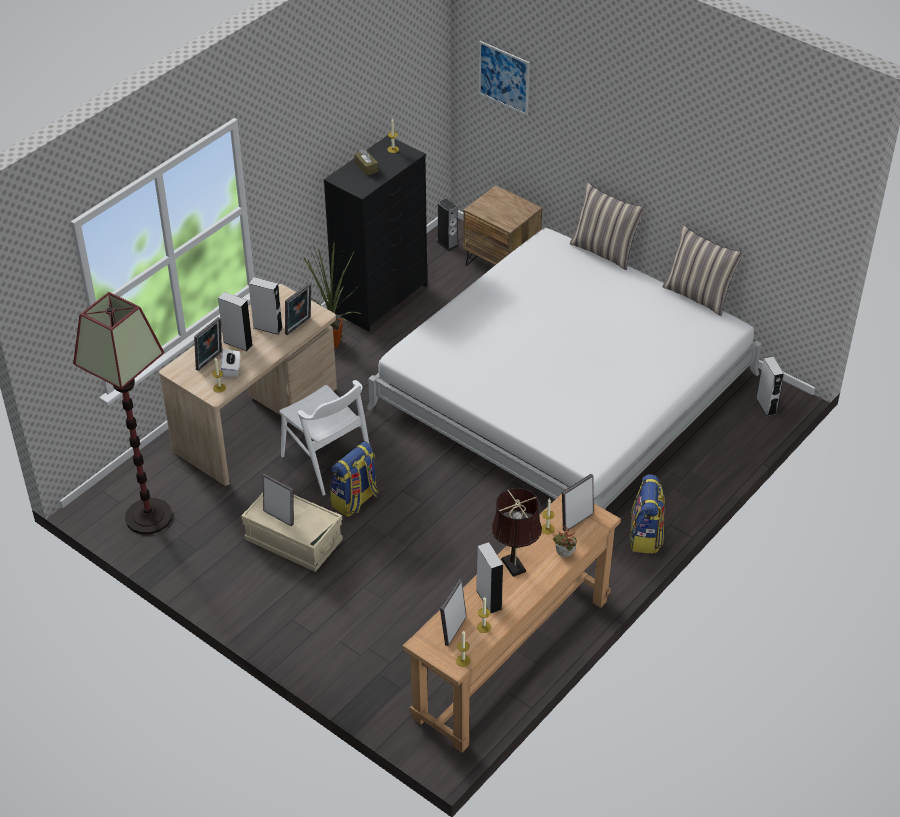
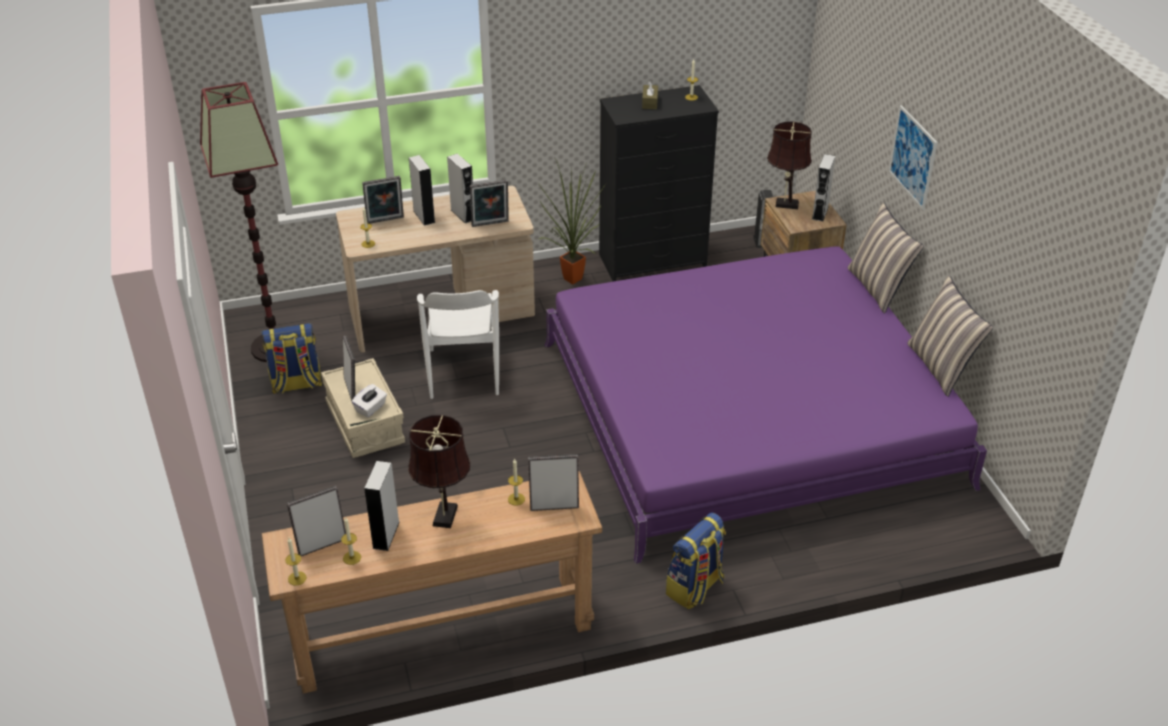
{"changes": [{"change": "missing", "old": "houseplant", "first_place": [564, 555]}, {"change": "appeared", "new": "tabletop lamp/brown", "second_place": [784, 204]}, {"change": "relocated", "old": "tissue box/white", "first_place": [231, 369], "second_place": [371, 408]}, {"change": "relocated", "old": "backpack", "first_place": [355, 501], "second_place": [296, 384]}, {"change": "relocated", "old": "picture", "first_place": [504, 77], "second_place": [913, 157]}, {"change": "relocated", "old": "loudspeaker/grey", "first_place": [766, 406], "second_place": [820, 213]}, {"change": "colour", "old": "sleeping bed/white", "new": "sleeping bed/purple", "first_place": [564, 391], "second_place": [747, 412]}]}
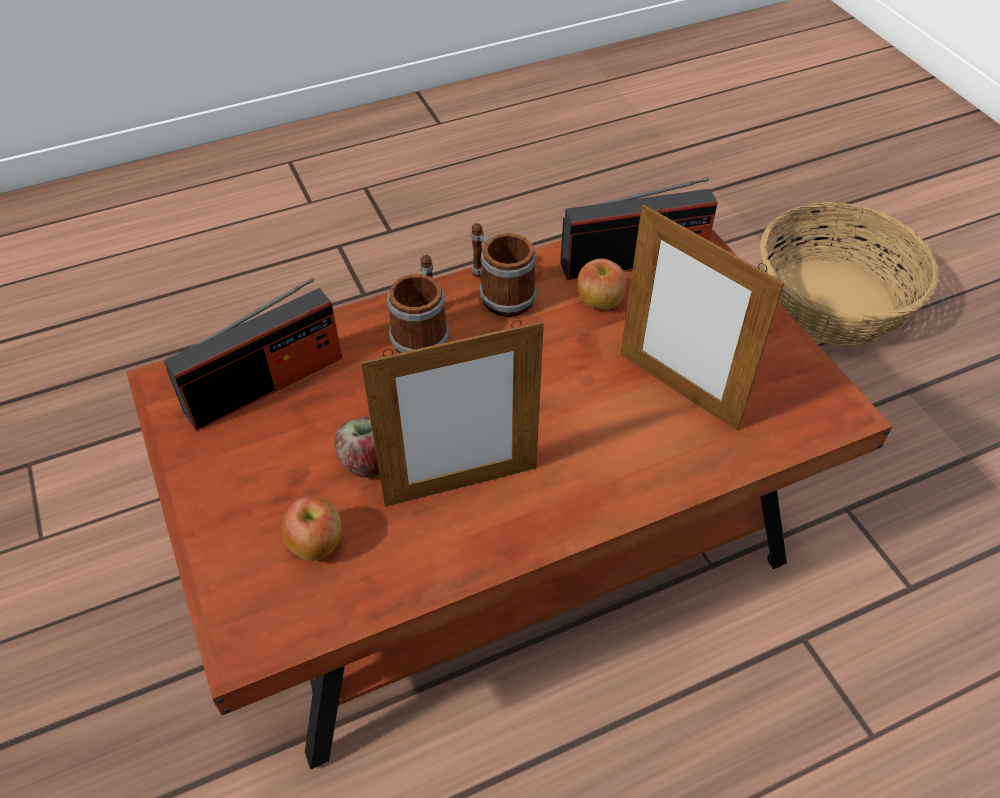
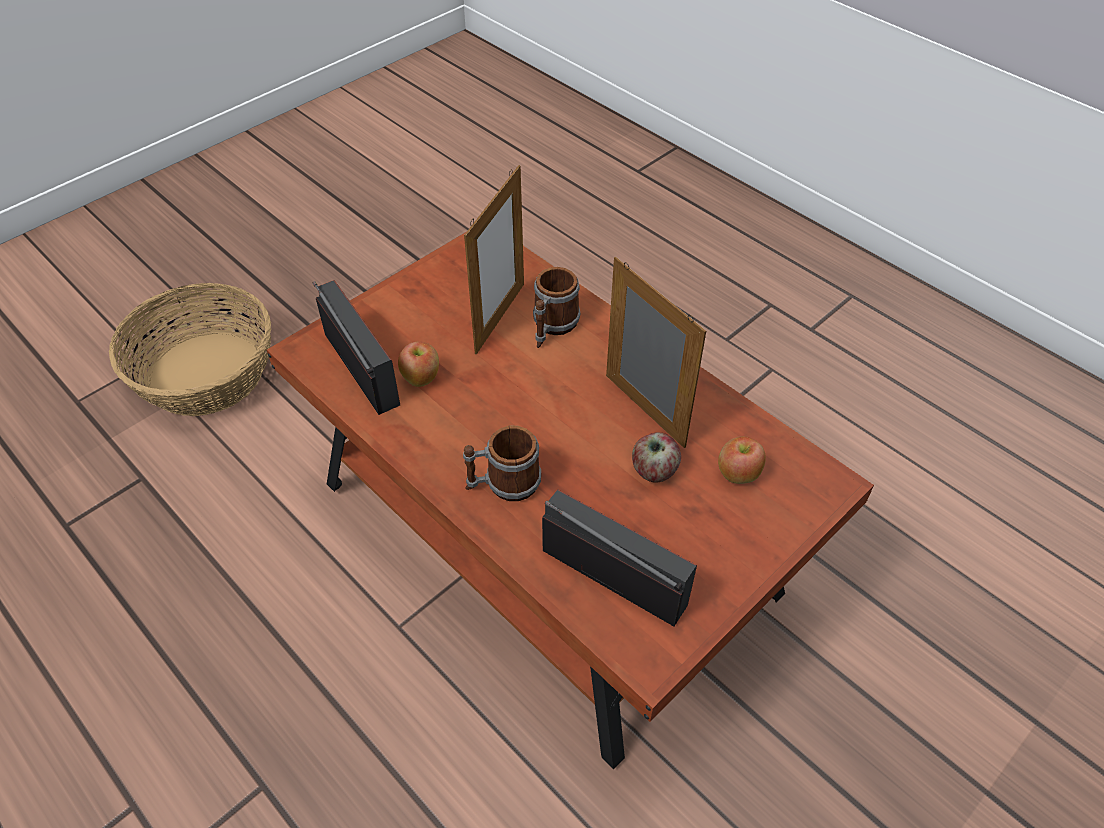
{"changes": [{"change": "relocated", "old": "tea mug", "first_place": [500, 294], "second_place": [552, 327]}]}
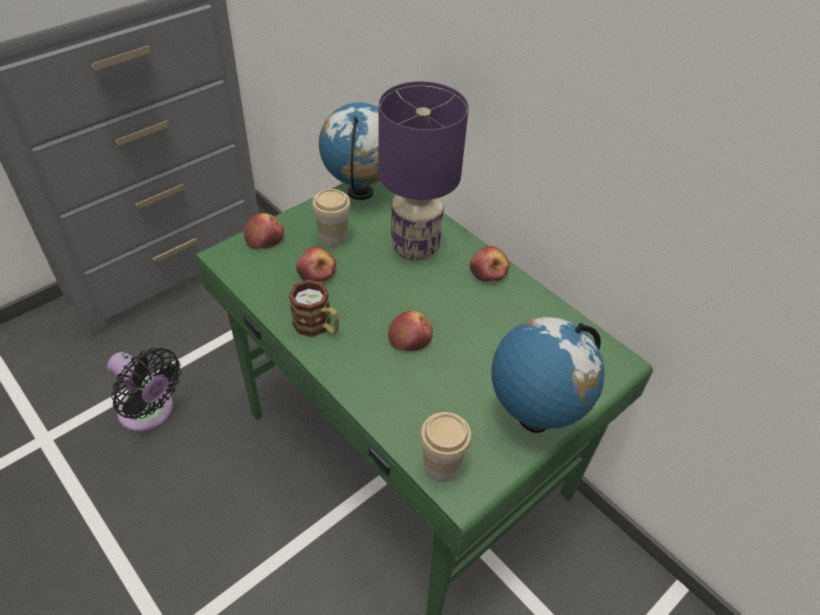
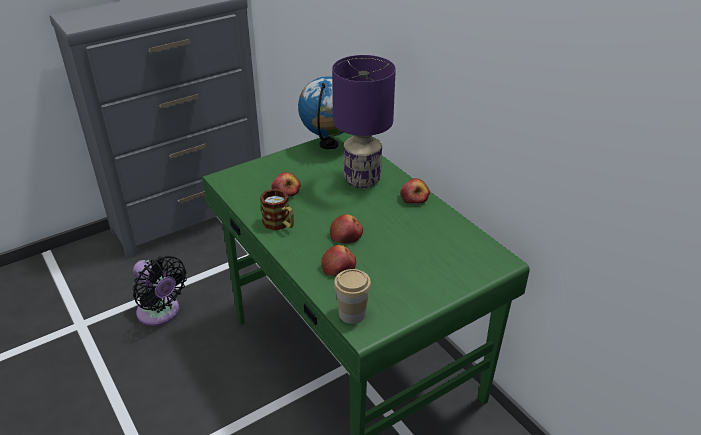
{"changes": [{"change": "missing", "old": "cup", "first_place": [333, 237]}, {"change": "missing", "old": "globe", "first_place": [533, 418]}, {"change": "relocated", "old": "apple", "first_place": [265, 238], "second_place": [339, 267]}]}
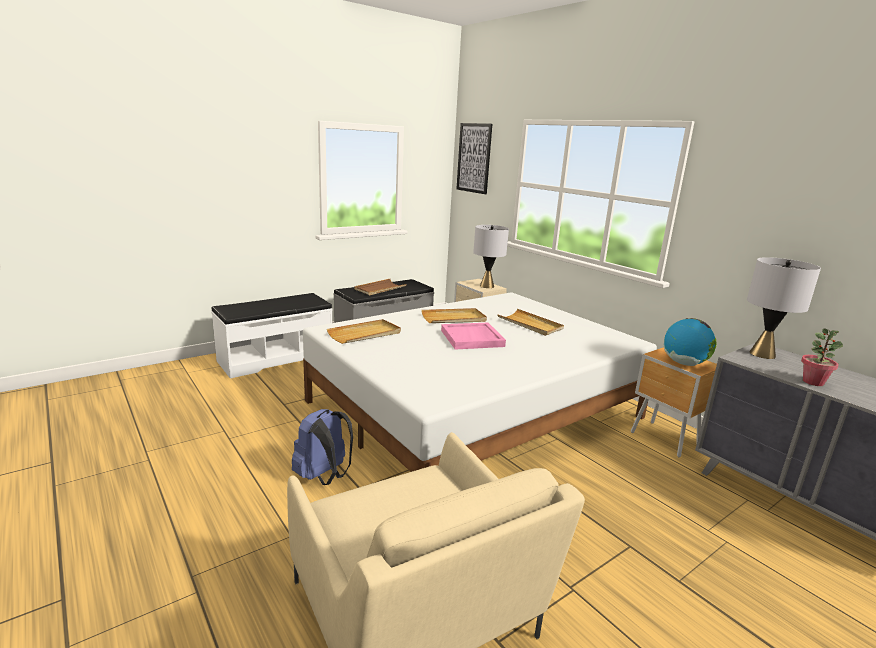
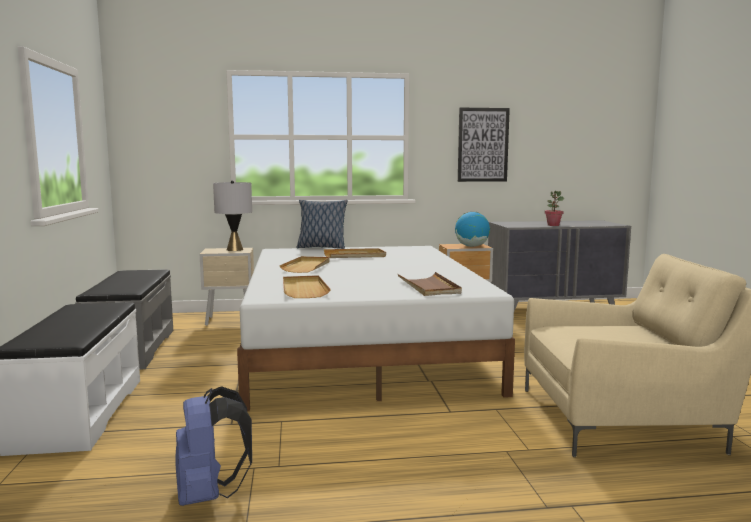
{"changes": [{"change": "missing", "old": "carrying tray/pinkish", "first_place": [472, 338]}, {"change": "missing", "old": "tabletop lamp/grey", "first_place": [762, 354]}, {"change": "appeared", "new": "cushion", "second_place": [321, 248]}, {"change": "relocated", "old": "backpack/blue", "first_place": [324, 476], "second_place": [209, 495]}, {"change": "relocated", "old": "carrying tray/brown", "first_place": [380, 289], "second_place": [429, 287]}, {"change": "relocated", "old": "picture", "first_place": [474, 158], "second_place": [483, 145]}]}
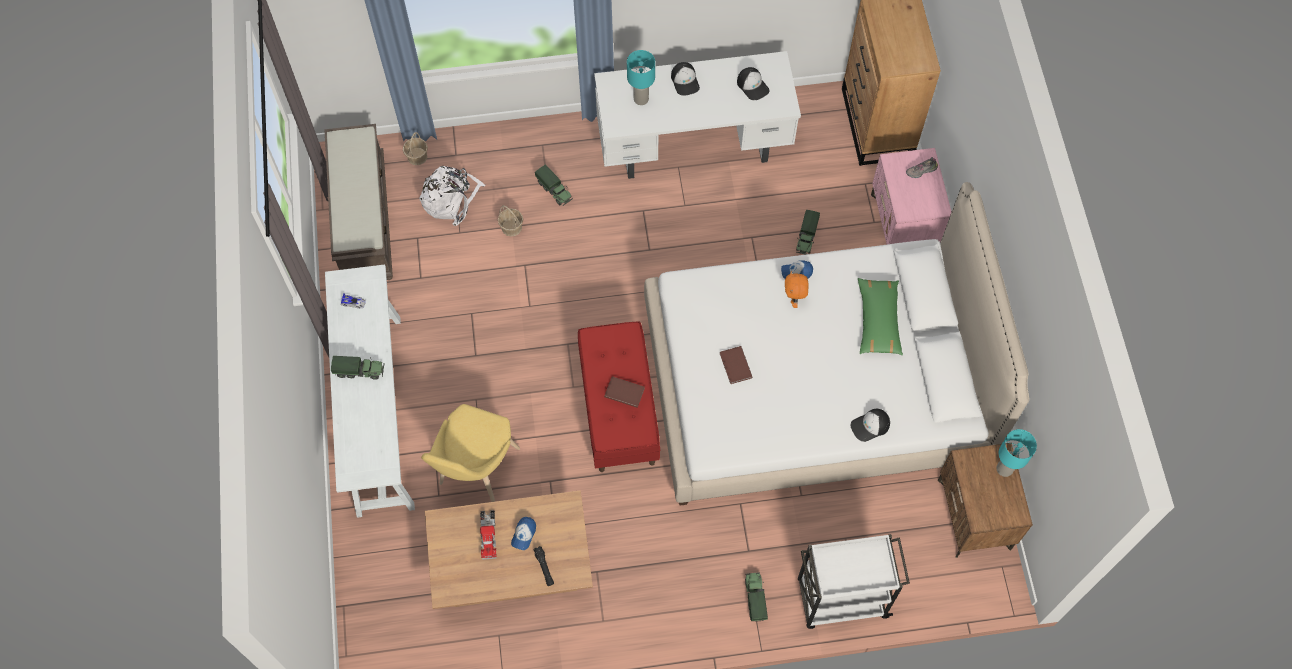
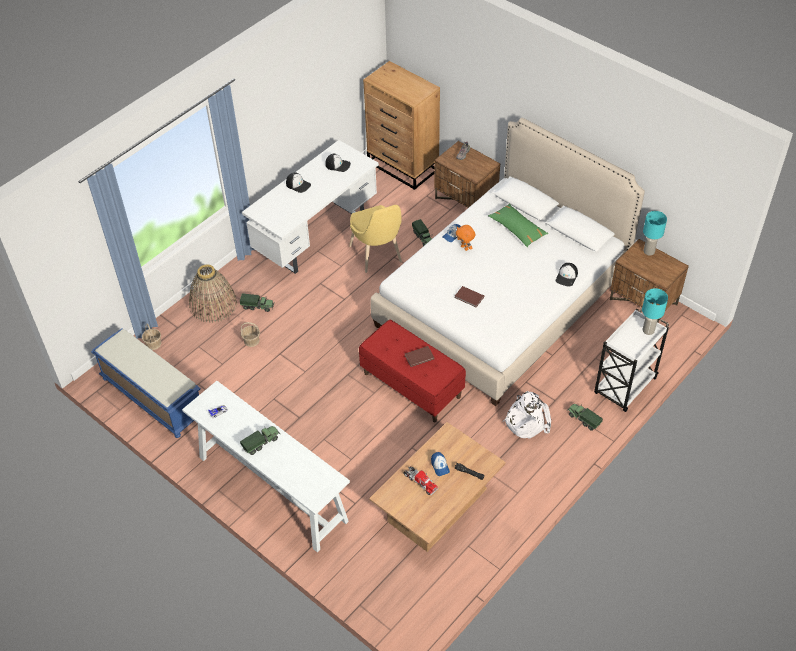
{"changes": [{"change": "appeared", "new": "basket", "second_place": [213, 304]}, {"change": "relocated", "old": "backpack/white", "first_place": [451, 199], "second_place": [526, 420]}, {"change": "relocated", "old": "upright chair/yellow-coloured", "first_place": [475, 471], "second_place": [377, 256]}, {"change": "relocated", "old": "tabletop lamp/turquoise-coloured", "first_place": [641, 99], "second_place": [648, 330]}, {"change": "colour", "old": "long seat/brown", "new": "long seat/blue", "first_place": [363, 218], "second_place": [152, 397]}, {"change": "colour", "old": "nightstand/pinkish", "new": "nightstand/brown", "first_place": [903, 224], "second_place": [466, 201]}]}
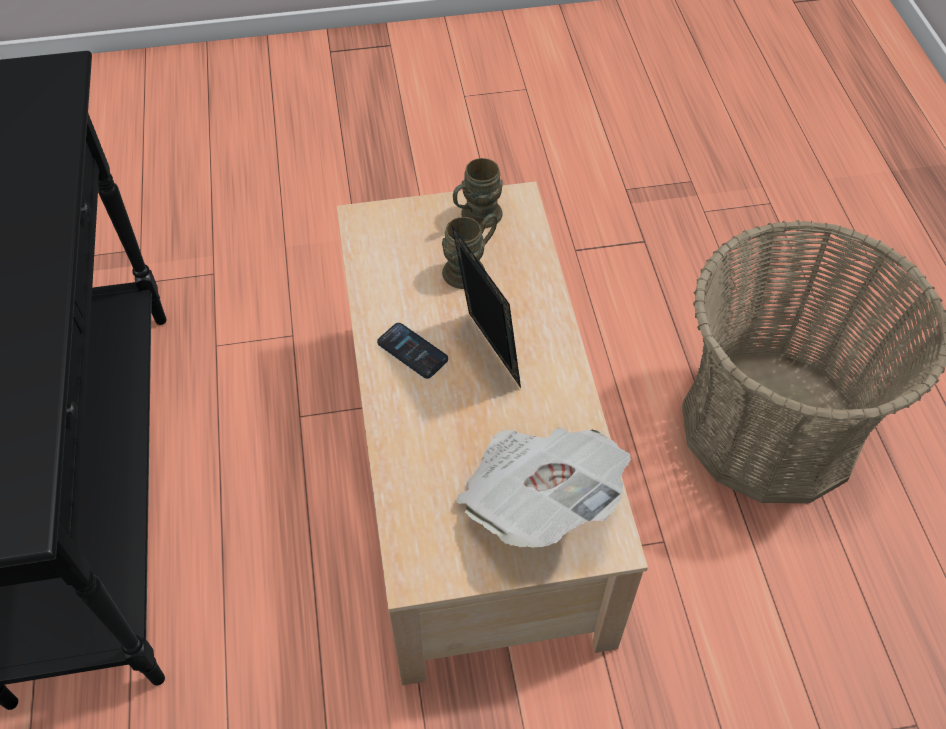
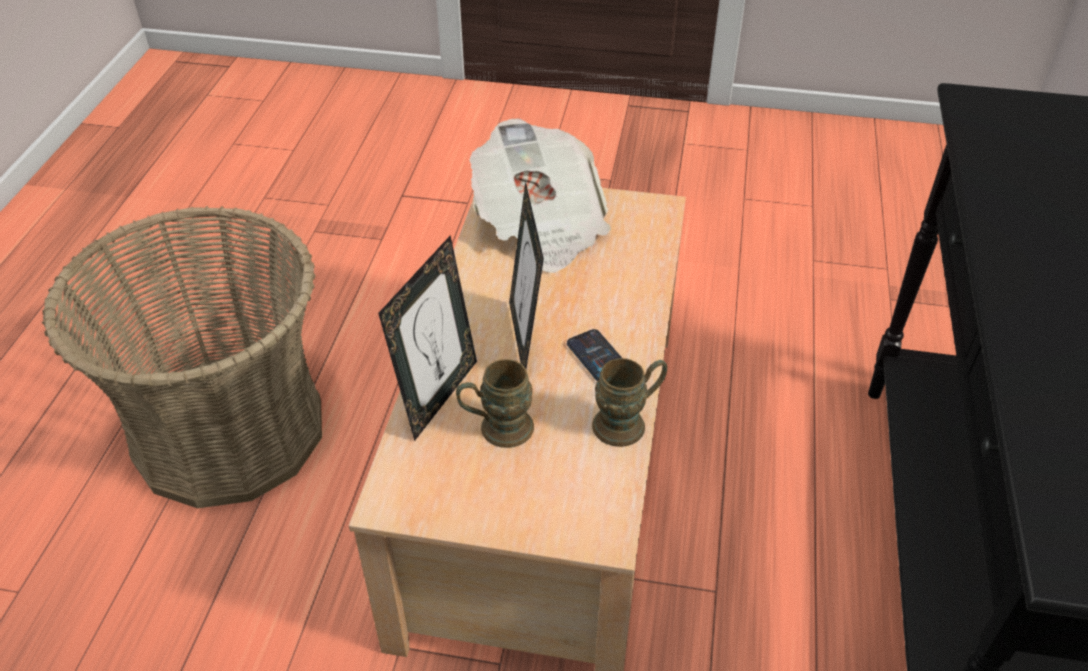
{"changes": [{"change": "appeared", "new": "standing frame", "second_place": [438, 396]}, {"change": "relocated", "old": "tea mug/brown", "first_place": [475, 217], "second_place": [628, 422]}]}
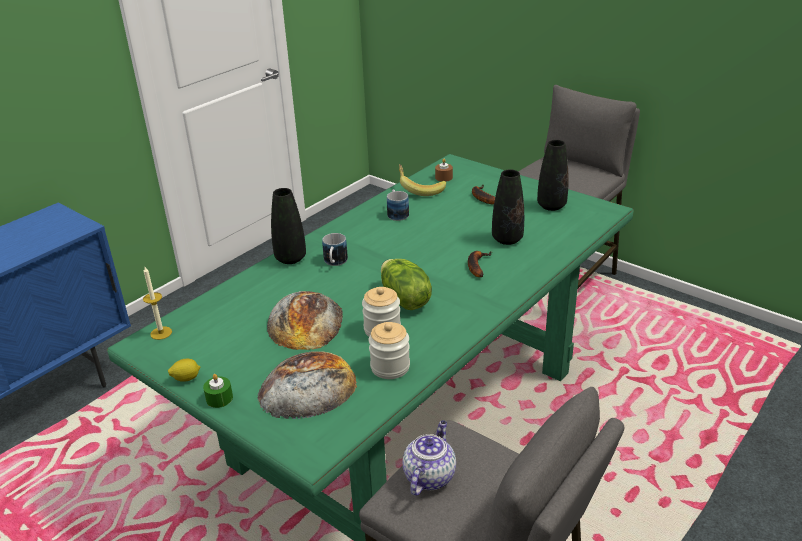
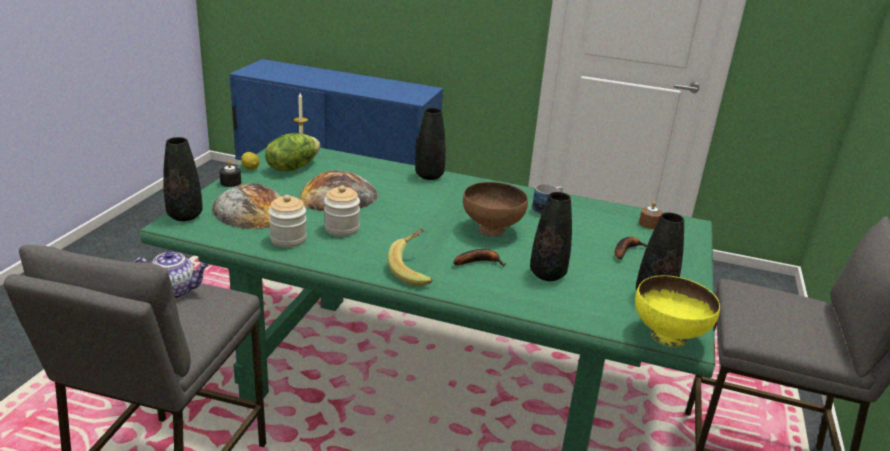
{"changes": [{"change": "missing", "old": "tea mug", "first_place": [335, 263]}, {"change": "appeared", "new": "vase/black-coloured", "second_place": [185, 216]}, {"change": "appeared", "new": "serving bowl/brown", "second_place": [492, 230]}, {"change": "appeared", "new": "serving bowl/yellow-coloured", "second_place": [667, 336]}, {"change": "relocated", "old": "lettuce head", "first_place": [404, 300], "second_place": [292, 167]}, {"change": "relocated", "old": "whole banana", "first_place": [420, 189], "second_place": [415, 270]}, {"change": "colour", "old": "wax candle/green", "new": "wax candle/black-coloured", "first_place": [219, 398], "second_place": [230, 182]}]}
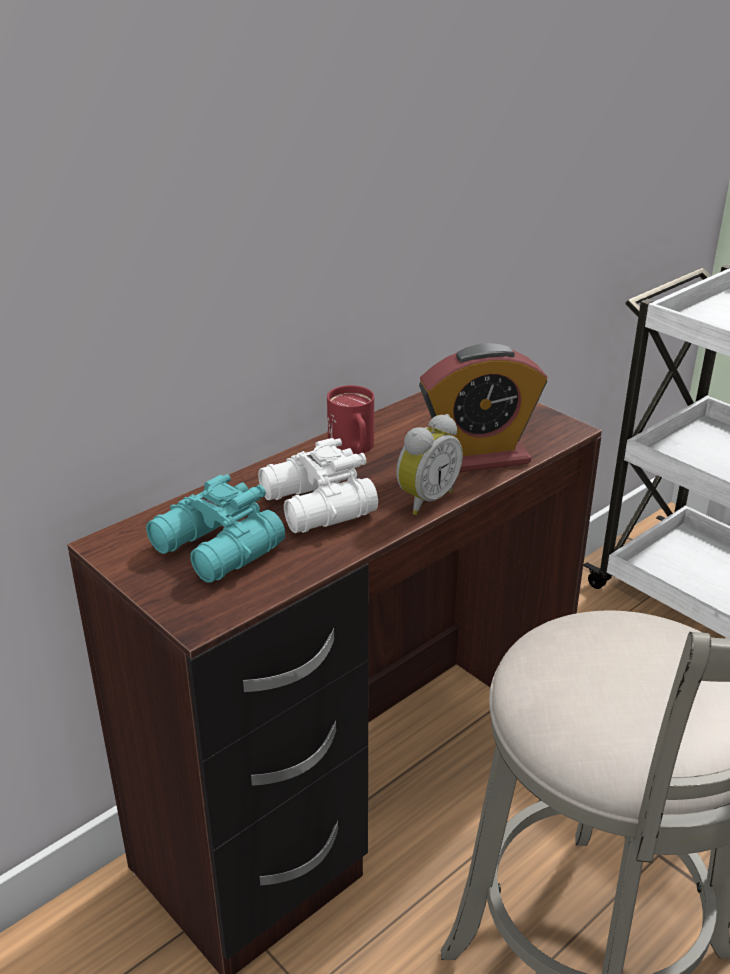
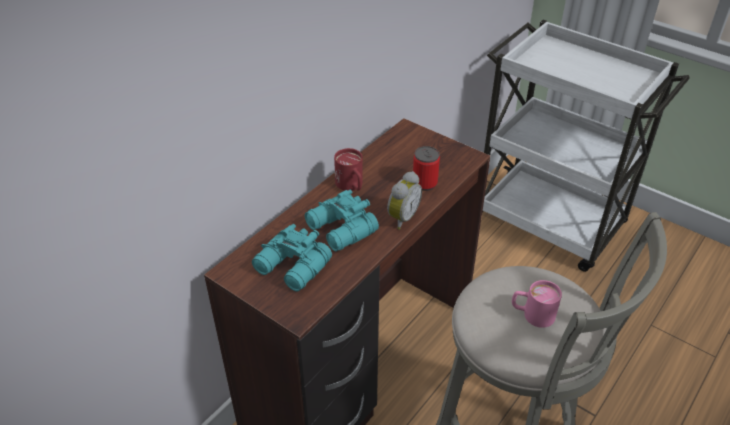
{"changes": [{"change": "appeared", "new": "tea mug/pinkish", "second_place": [532, 314]}, {"change": "exchanged", "old": "bedside clock", "new": "sealed can", "first_place": [478, 457], "second_place": [424, 183]}, {"change": "colour", "old": "binoculars/white", "new": "binoculars/turquoise-coloured", "first_place": [315, 506], "second_place": [341, 230]}]}
